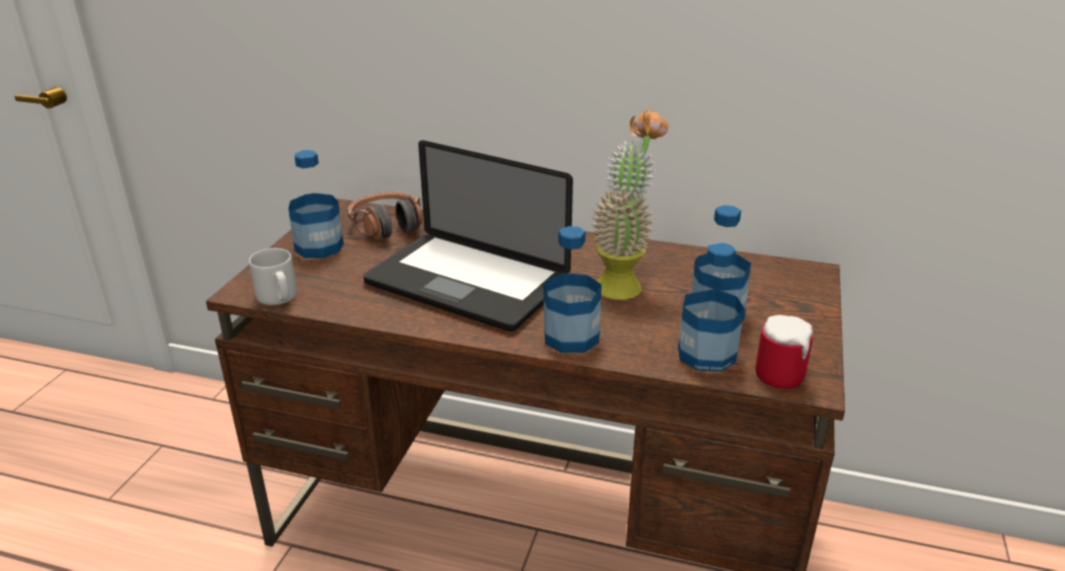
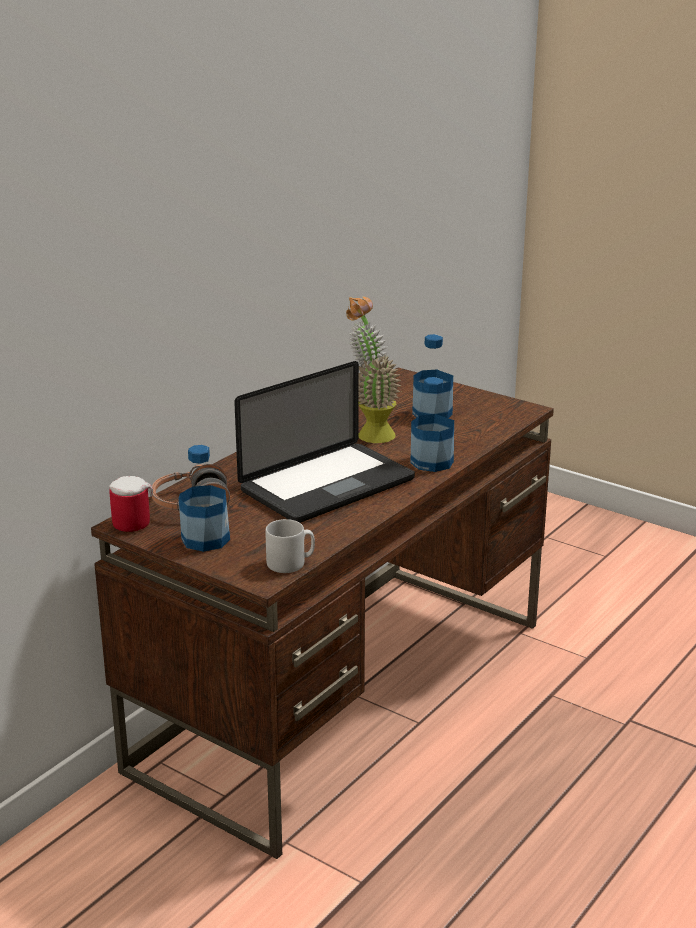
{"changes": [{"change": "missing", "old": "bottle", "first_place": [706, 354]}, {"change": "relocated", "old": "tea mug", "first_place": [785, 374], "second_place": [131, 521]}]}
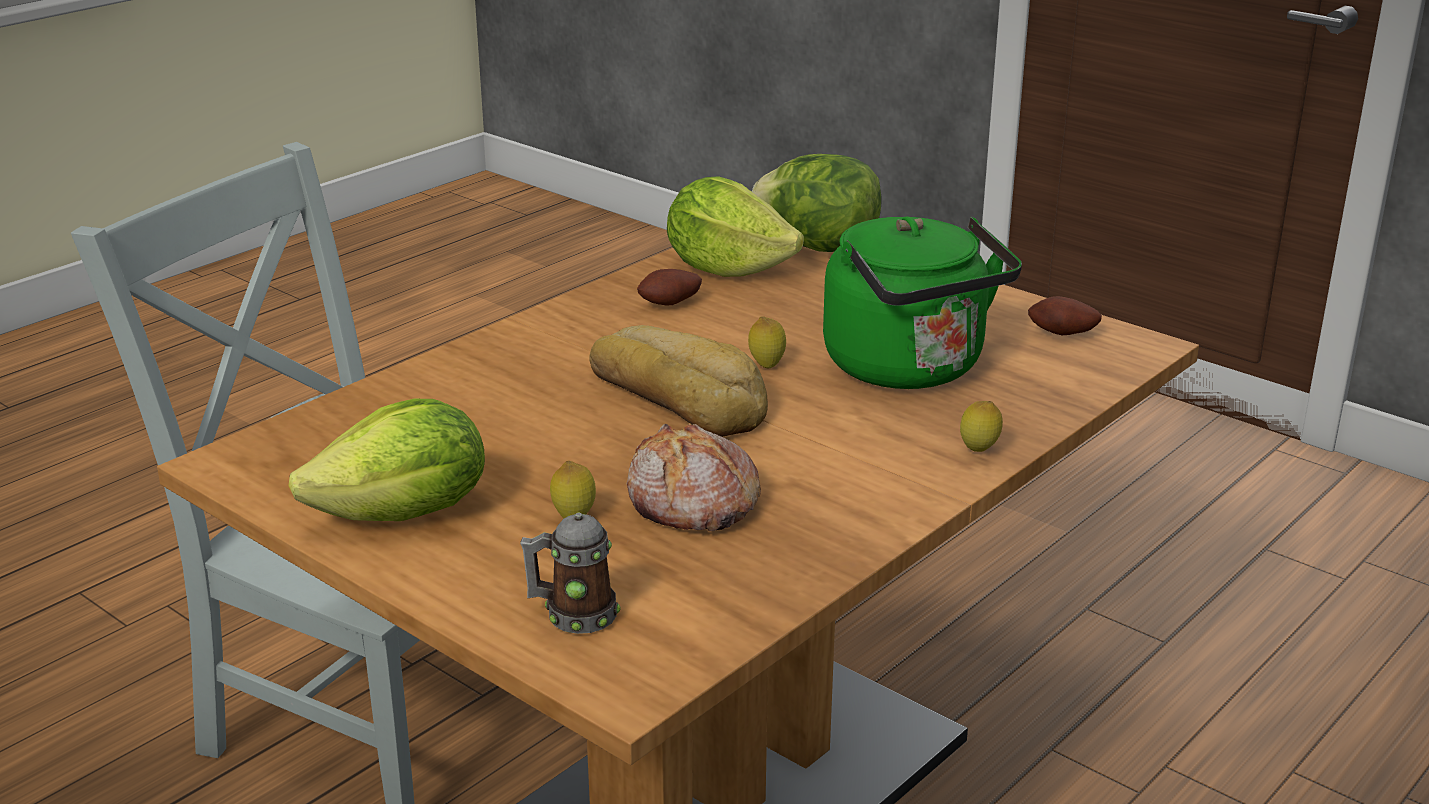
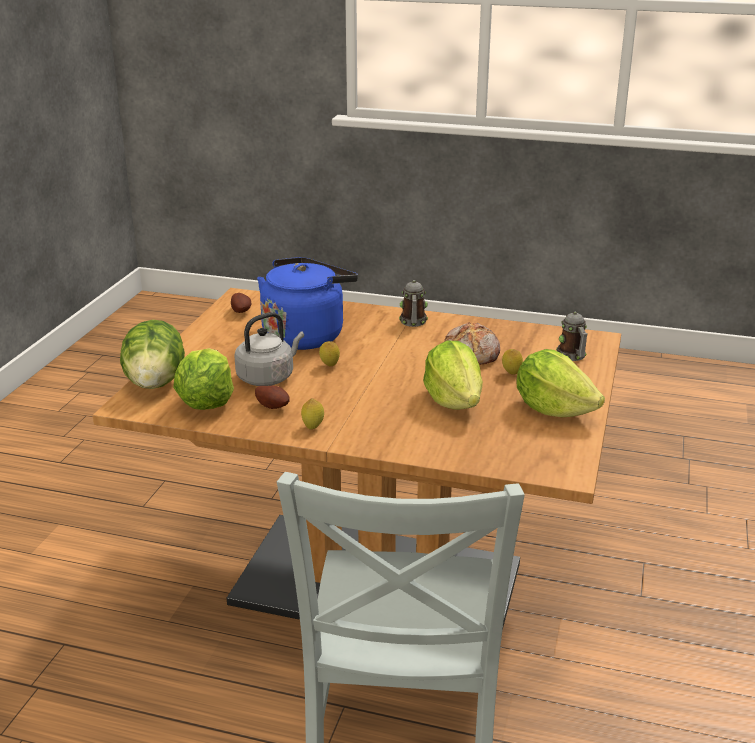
{"changes": [{"change": "missing", "old": "bakery bread", "first_place": [679, 397]}, {"change": "appeared", "new": "water kettle/grey", "second_place": [268, 377]}, {"change": "appeared", "new": "tea mug", "second_place": [413, 323]}, {"change": "appeared", "new": "lettuce head", "second_place": [454, 401]}, {"change": "relocated", "old": "citrus fruit", "first_place": [979, 451], "second_place": [313, 427]}, {"change": "colour", "old": "water kettle/green", "new": "water kettle/blue", "first_place": [910, 369], "second_place": [306, 335]}]}
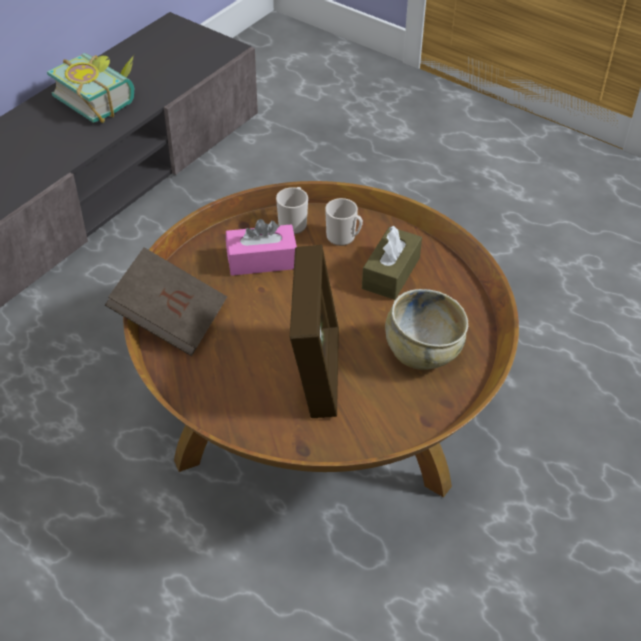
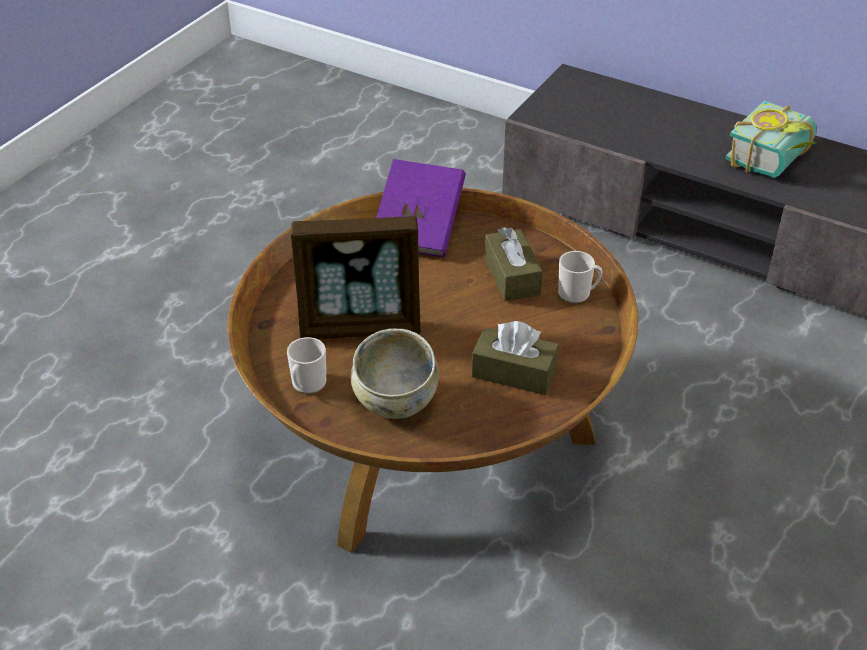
{"changes": [{"change": "relocated", "old": "tea mug", "first_place": [343, 237], "second_place": [307, 385]}, {"change": "colour", "old": "book/brown", "new": "book/purple", "first_place": [170, 318], "second_place": [419, 228]}, {"change": "colour", "old": "tissue box/pinkish", "new": "tissue box/brown", "first_place": [262, 260], "second_place": [512, 276]}]}
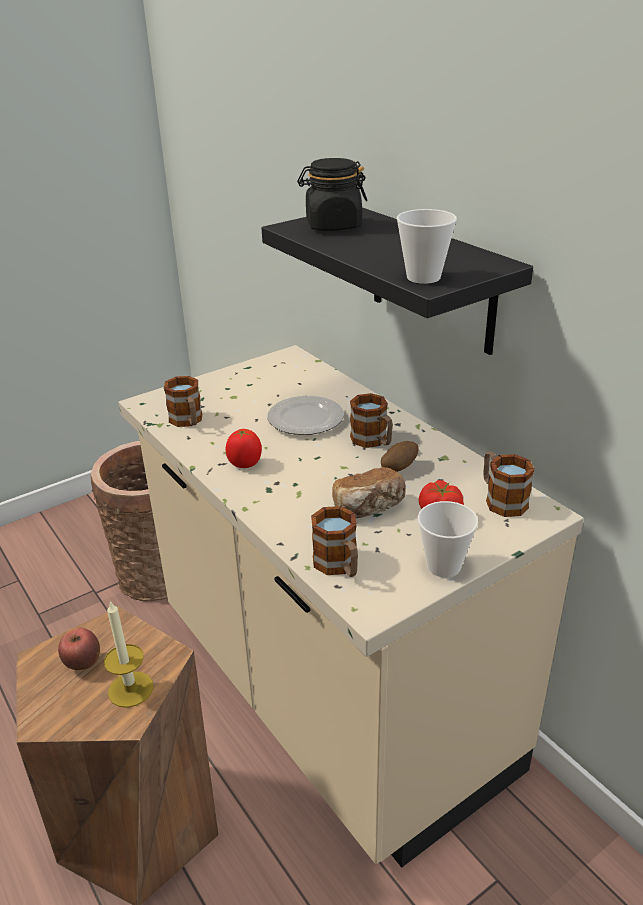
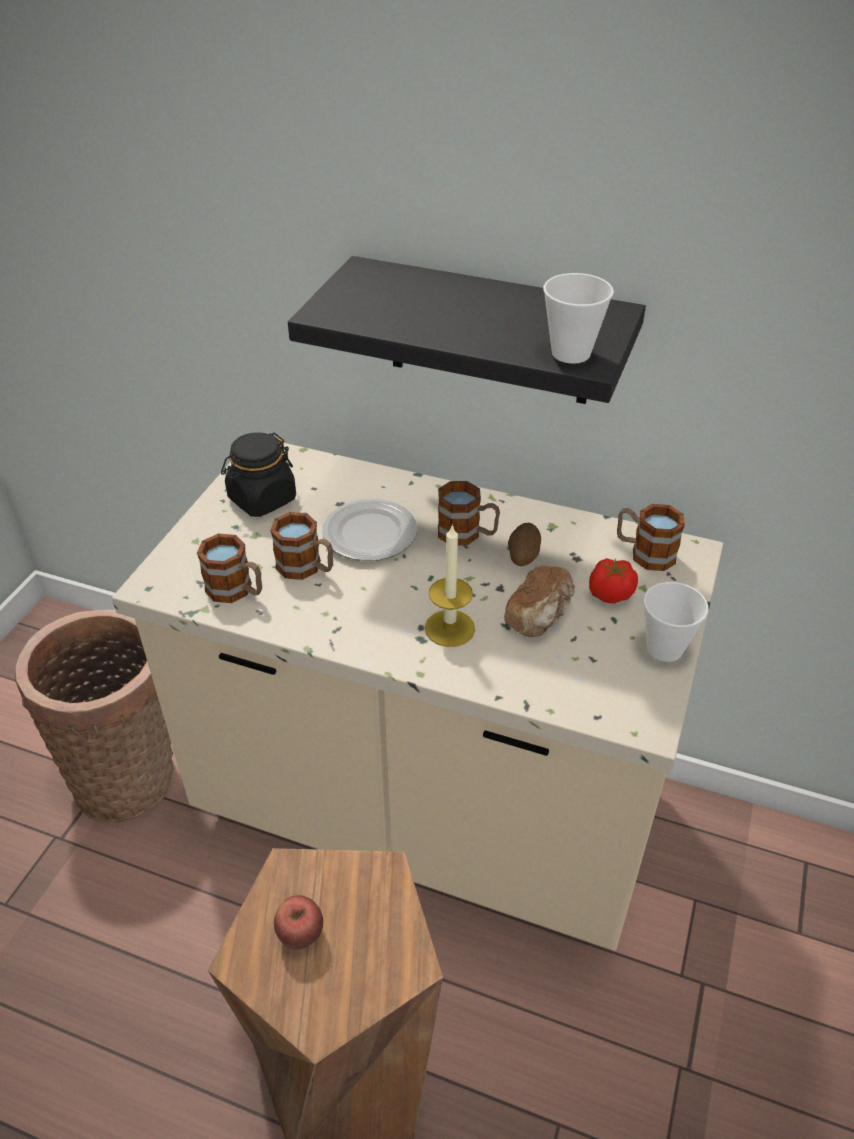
{"changes": [{"change": "missing", "old": "tomato", "first_place": [245, 464]}, {"change": "relocated", "old": "wax candle", "first_place": [130, 689], "second_place": [449, 628]}, {"change": "relocated", "old": "storage jar/black-coloured", "first_place": [333, 226], "second_place": [262, 499]}, {"change": "relocated", "old": "tea mug", "first_place": [339, 566], "second_place": [306, 568]}]}
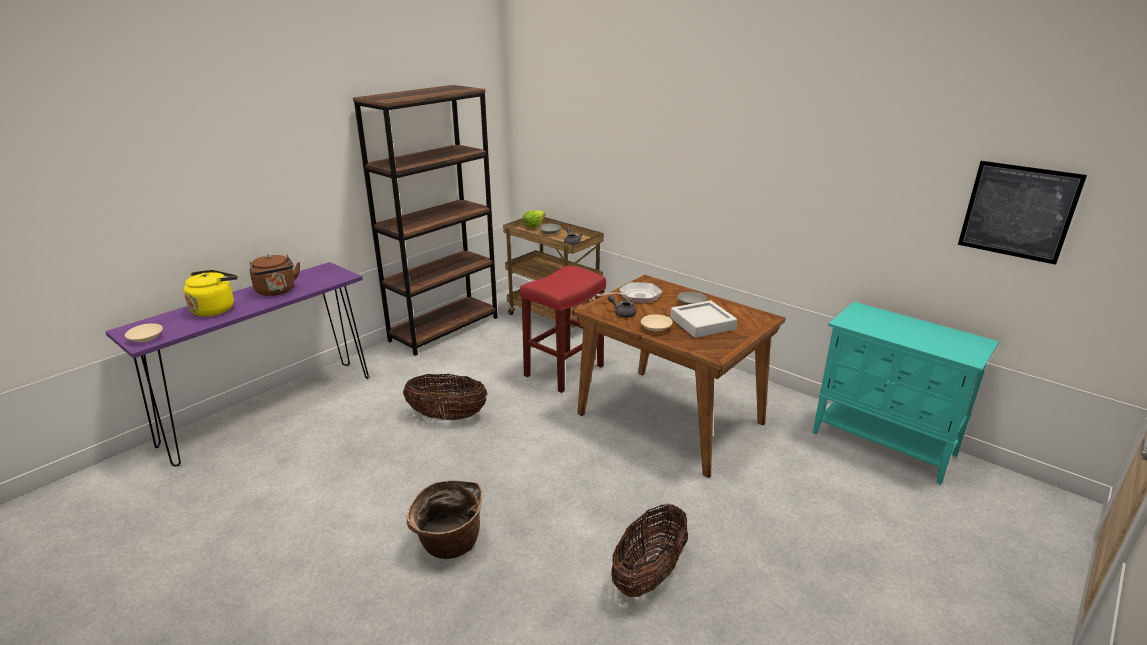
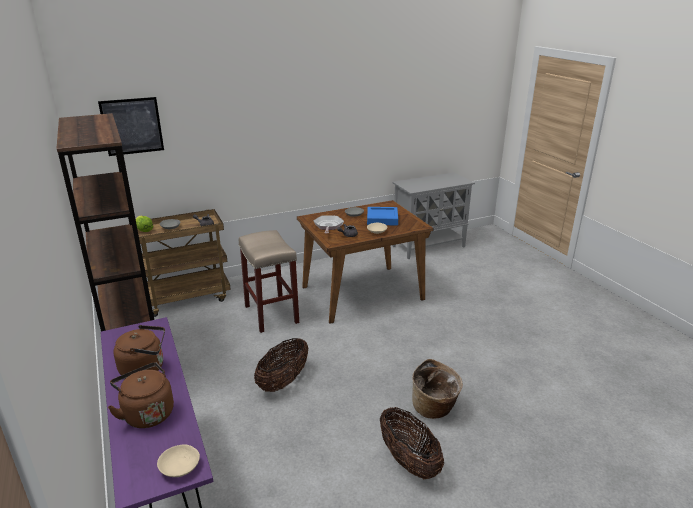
{"changes": [{"change": "relocated", "old": "basket", "first_place": [649, 574], "second_place": [408, 461]}, {"change": "relocated", "old": "picture", "first_place": [1018, 211], "second_place": [132, 126]}, {"change": "colour", "old": "water kettle/yellow-coloured", "new": "water kettle/brown", "first_place": [215, 309], "second_place": [147, 413]}, {"change": "colour", "old": "stool/red", "new": "stool/sand-coloured", "first_place": [564, 370], "second_place": [270, 314]}, {"change": "colour", "old": "carrying tray/grey", "new": "carrying tray/blue", "first_place": [702, 323], "second_place": [382, 219]}, {"change": "colour", "old": "cupboard/turquoise-coloured", "new": "cupboard/grey", "first_place": [884, 444], "second_place": [429, 246]}]}
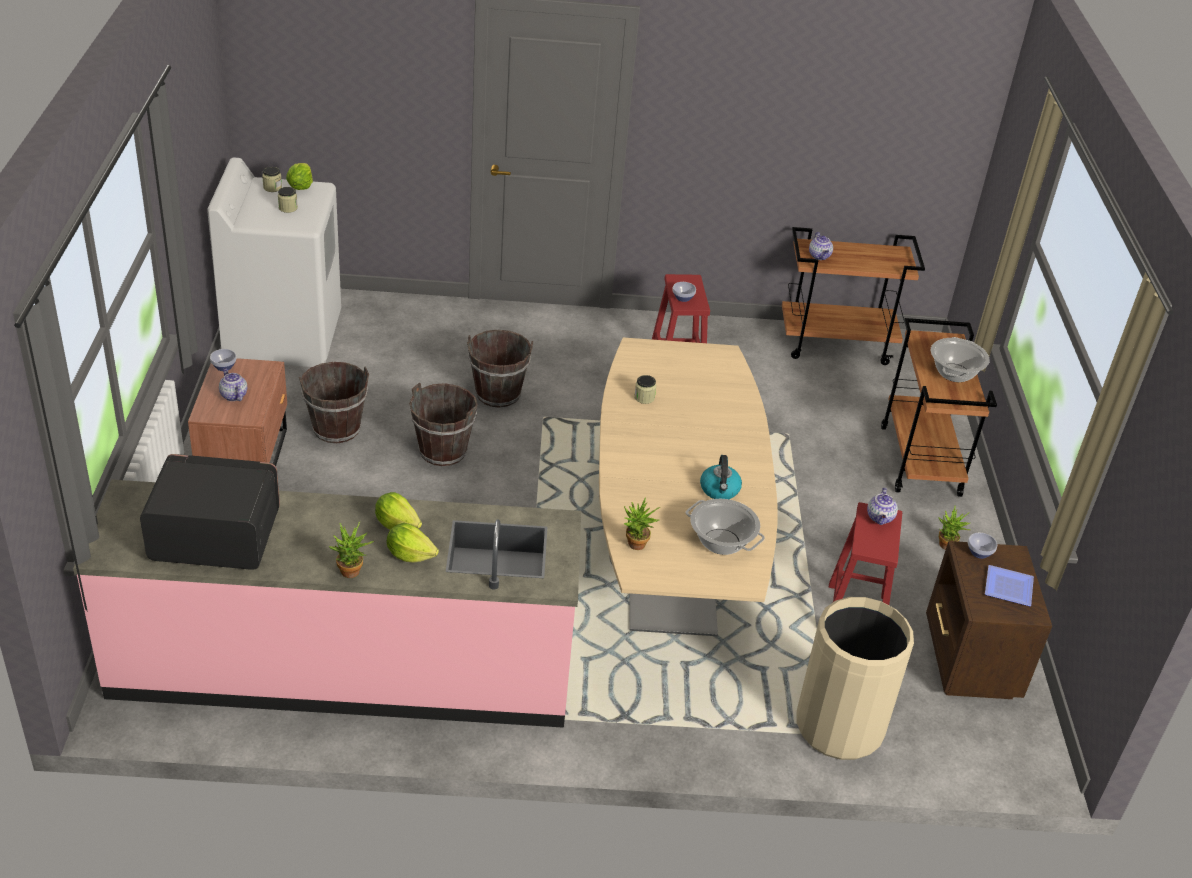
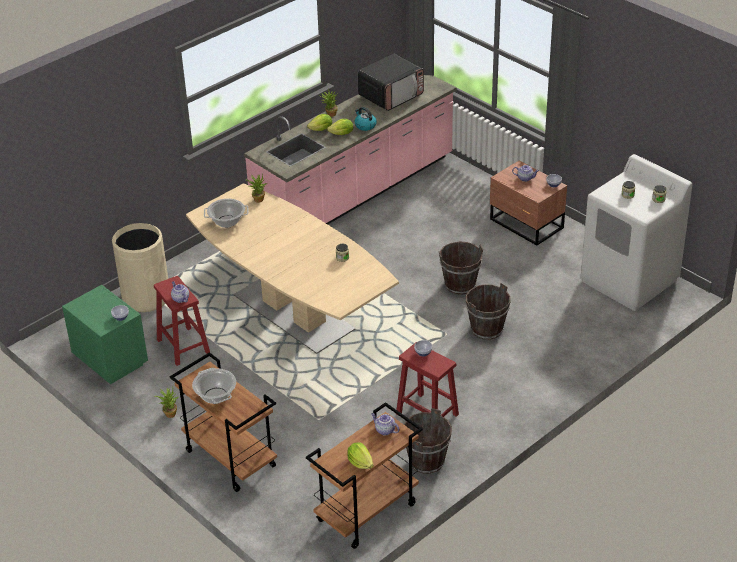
{"changes": [{"change": "missing", "old": "dinner plate", "first_place": [1006, 588]}, {"change": "relocated", "old": "lettuce head", "first_place": [300, 186], "second_place": [360, 463]}, {"change": "relocated", "old": "pail/brown", "first_place": [336, 428], "second_place": [427, 461]}, {"change": "relocated", "old": "water kettle", "first_place": [720, 490], "second_place": [365, 125]}, {"change": "colour", "old": "nightstand/brown", "new": "nightstand/green", "first_place": [969, 663], "second_place": [110, 360]}]}
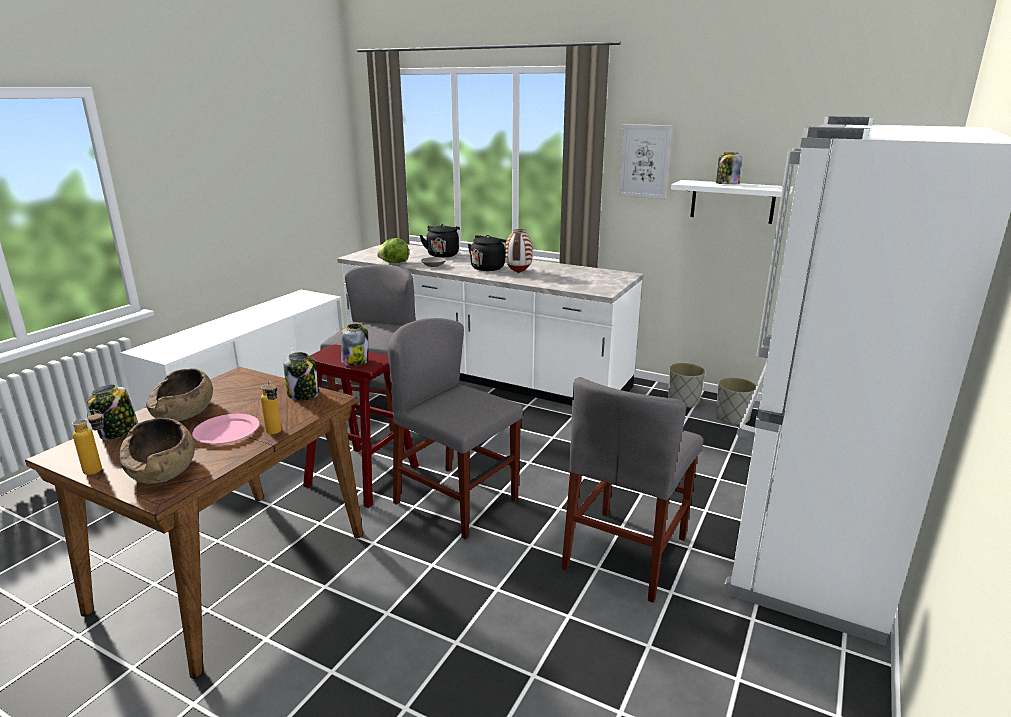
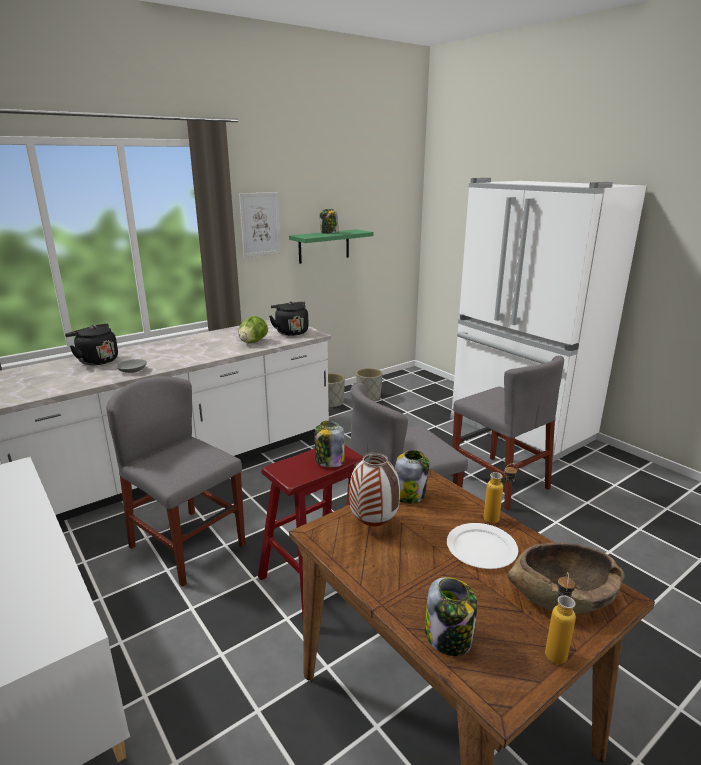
{"changes": [{"change": "missing", "old": "serving bowl/brown", "first_place": [184, 412]}, {"change": "relocated", "old": "lettuce head", "first_place": [394, 263], "second_place": [253, 342]}, {"change": "relocated", "old": "water kettle/black-coloured", "first_place": [489, 267], "second_place": [290, 332]}, {"change": "relocated", "old": "vase", "first_place": [518, 273], "second_place": [373, 525]}, {"change": "colour", "old": "dinner plate/pinkish", "new": "dinner plate/white", "first_place": [226, 432], "second_place": [482, 549]}, {"change": "colour", "old": "shelf/white", "new": "shelf/green", "first_place": [732, 201], "second_place": [324, 246]}]}
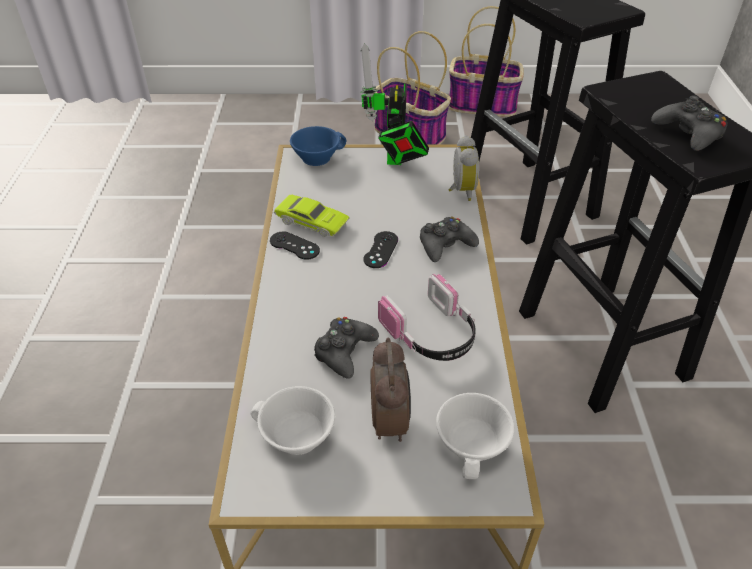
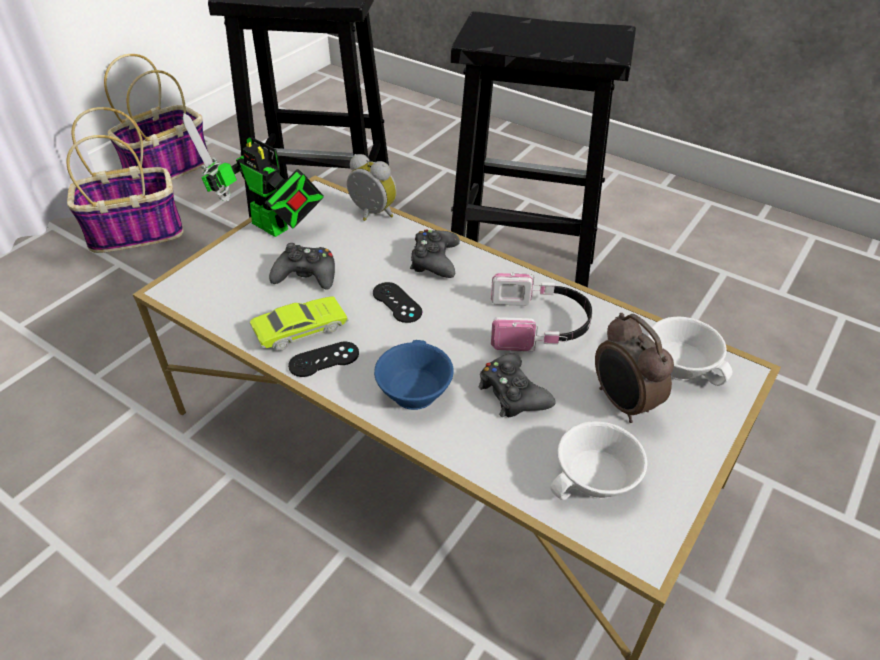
{"changes": [{"change": "relocated", "old": "cup/blue", "first_place": [317, 156], "second_place": [412, 390]}, {"change": "relocated", "old": "game controller/black-coloured", "first_place": [688, 133], "second_place": [306, 275]}, {"change": "spun", "old": "bedside clock", "first_place": [390, 421], "second_place": [622, 403], "degrees": -150}]}
